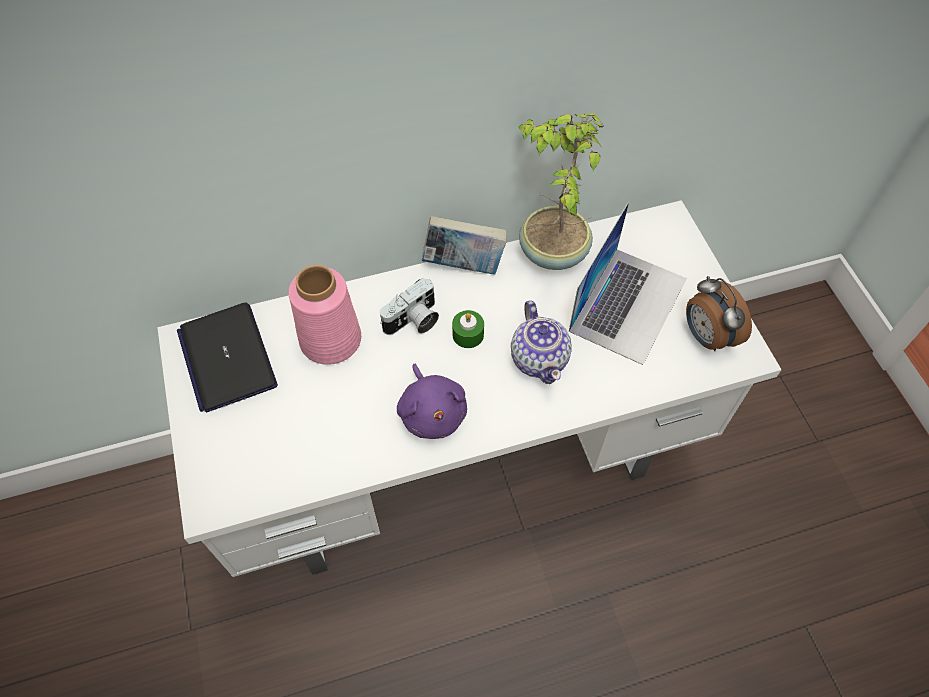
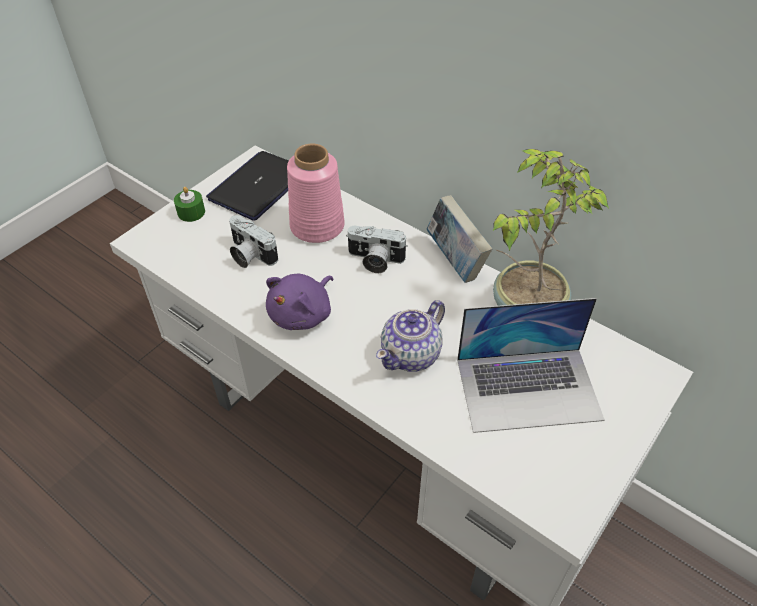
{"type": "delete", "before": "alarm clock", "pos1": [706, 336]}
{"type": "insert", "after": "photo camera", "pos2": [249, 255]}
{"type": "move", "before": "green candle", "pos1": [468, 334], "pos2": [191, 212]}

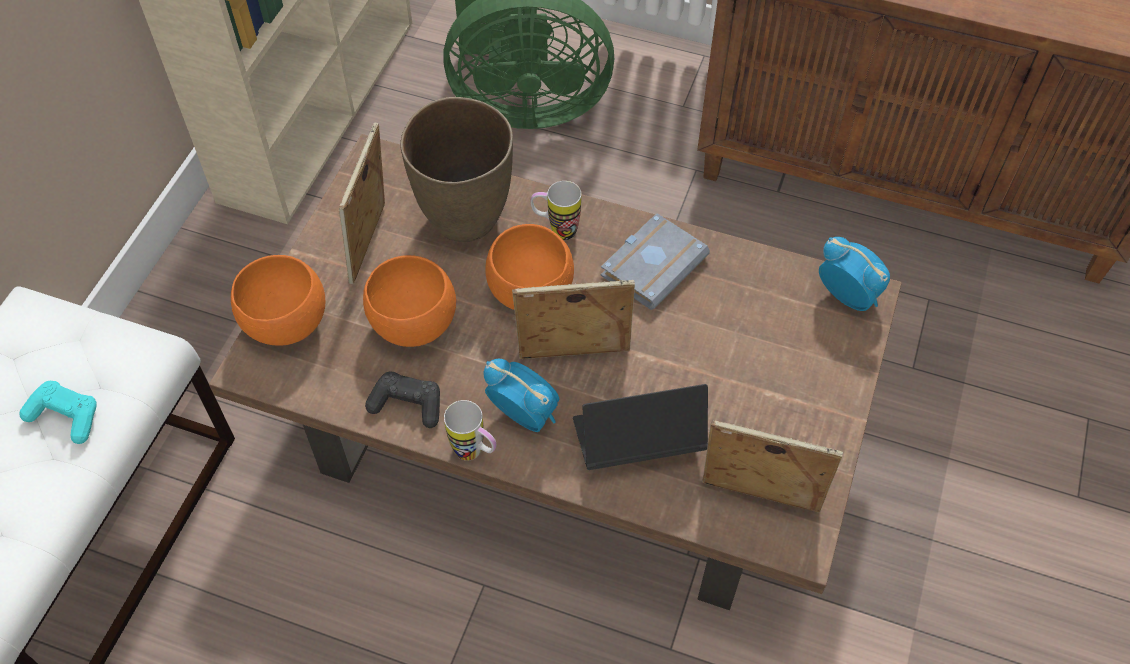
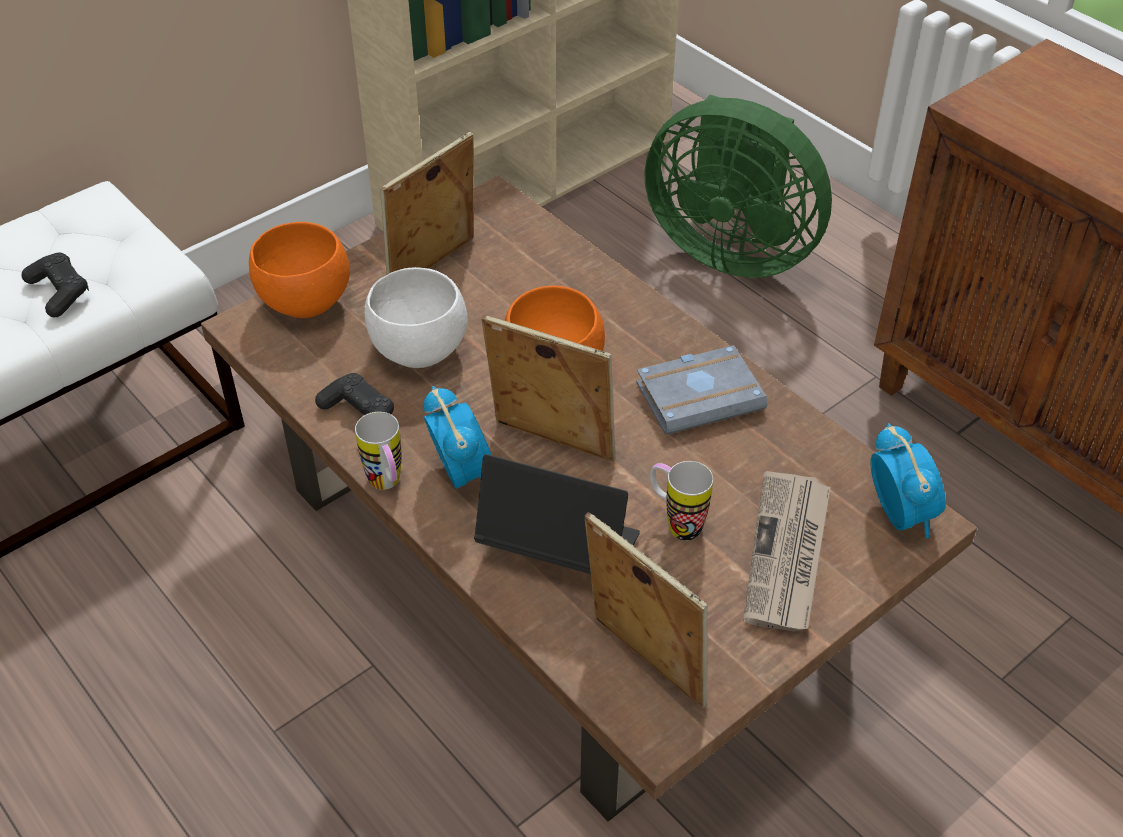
{"type": "delete", "before": "brown vase", "pos1": [466, 221]}
{"type": "insert", "after": "newspaper", "pos2": [787, 555]}
{"type": "move", "before": "mug", "pos1": [556, 230], "pos2": [675, 523]}
{"type": "recolor", "before": "turquoise game controller", "after": "black game controller", "pos1": [66, 416], "pos2": [59, 292]}
{"type": "recolor", "before": "orange bowl", "after": "white bowl", "pos1": [414, 326], "pos2": [418, 352]}

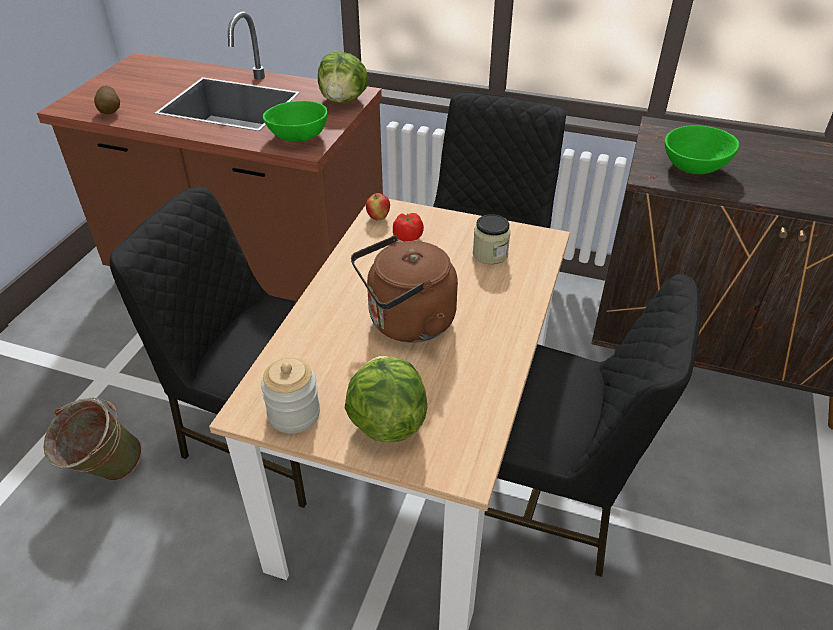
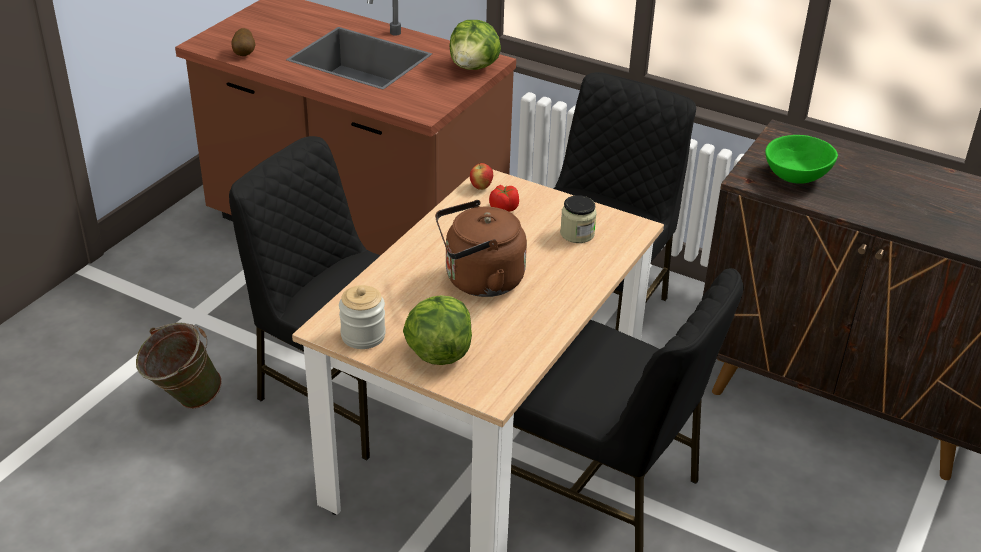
{"type": "delete", "before": "green bowl", "pos1": [299, 137]}

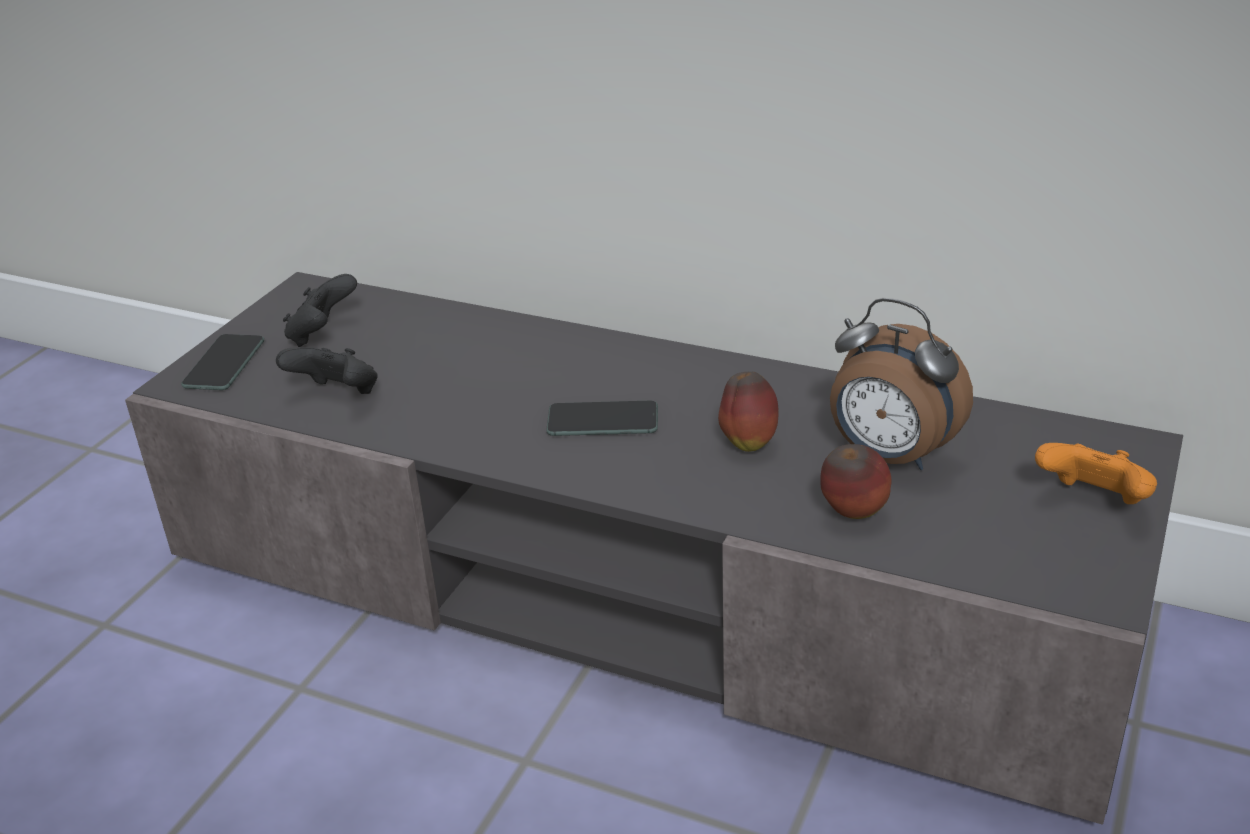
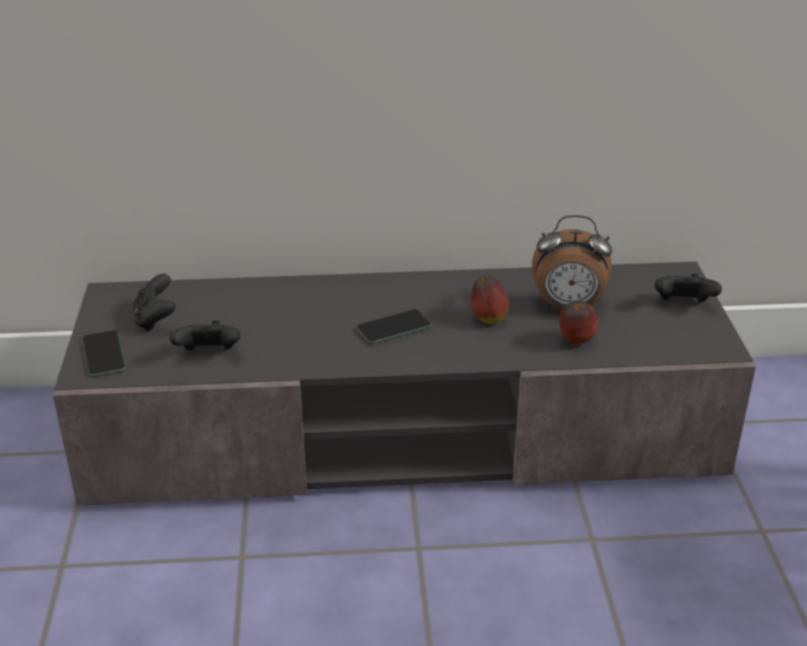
{"type": "recolor", "before": "orange game controller", "after": "black game controller", "pos1": [1093, 502], "pos2": [683, 305]}

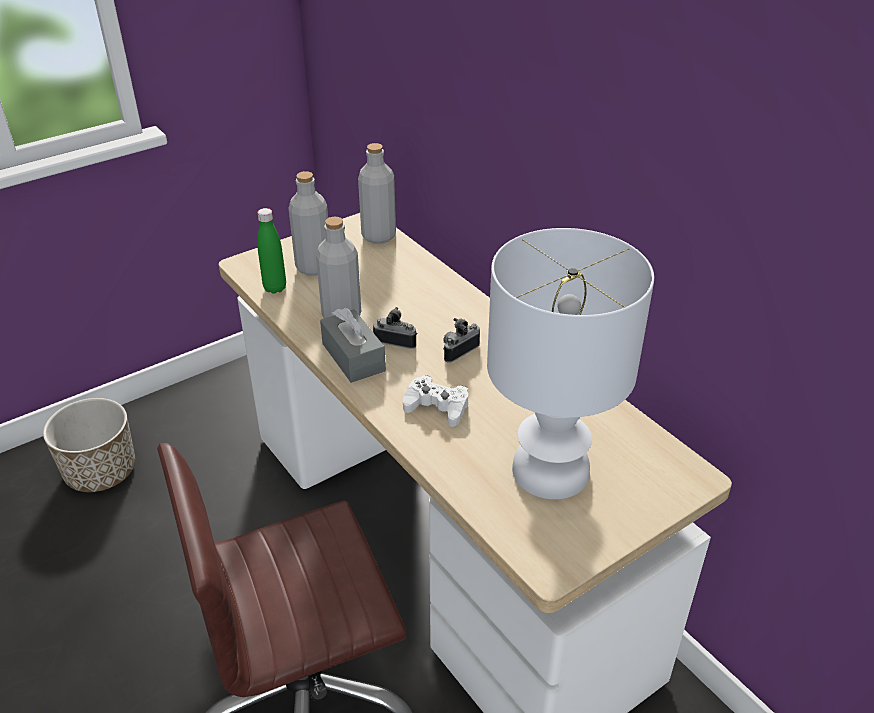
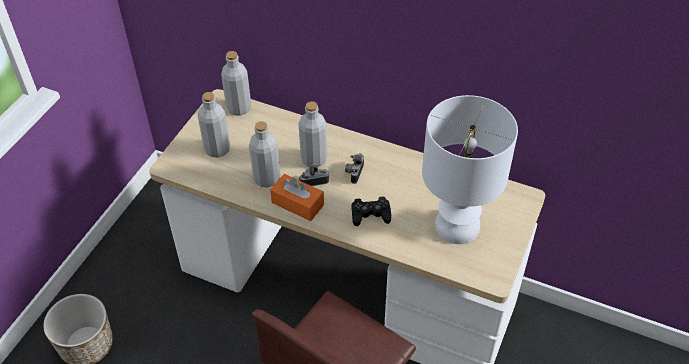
{"type": "delete", "before": "green bottle", "pos1": [275, 288]}
{"type": "insert", "after": "grey bottle", "pos2": [314, 159]}
{"type": "recolor", "before": "grey tissue box", "after": "orange tissue box", "pos1": [353, 357], "pos2": [297, 203]}
{"type": "recolor", "before": "white game controller", "after": "black game controller", "pos1": [437, 406], "pos2": [370, 214]}

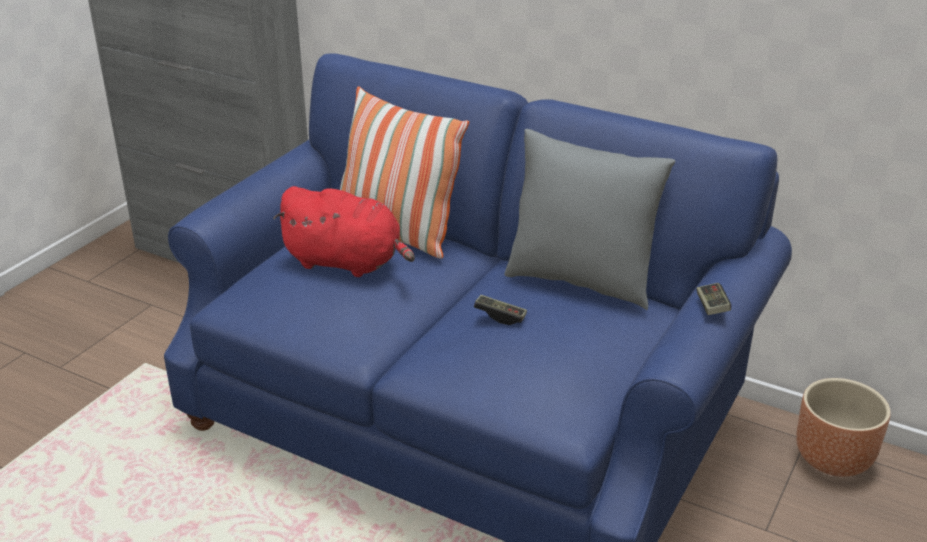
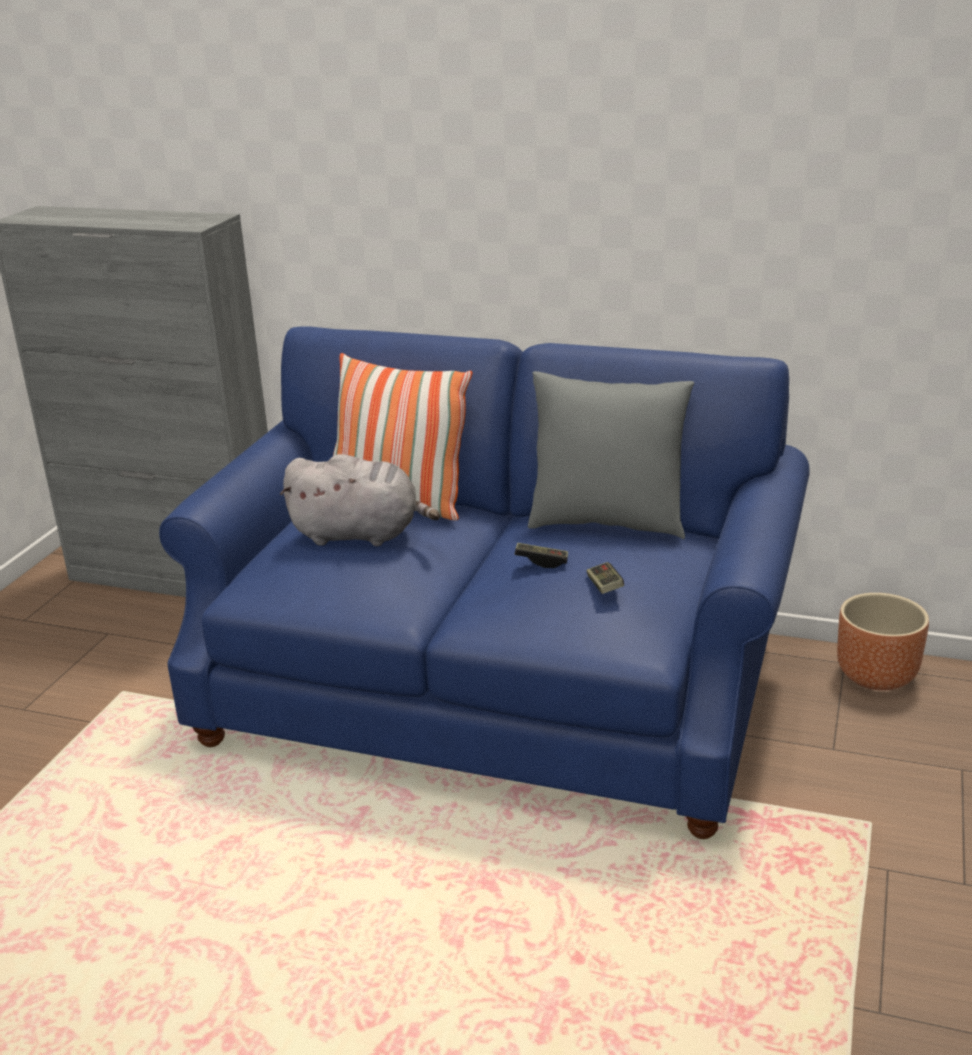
{"type": "move", "before": "game controller", "pos1": [712, 307], "pos2": [604, 586]}
{"type": "recolor", "before": "red plush toy", "after": "grey plush toy", "pos1": [347, 263], "pos2": [360, 535]}

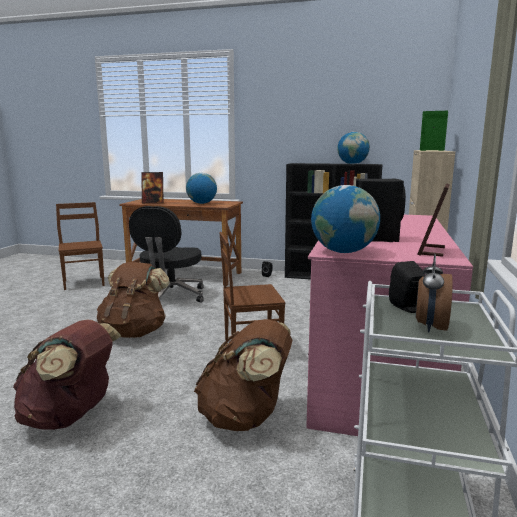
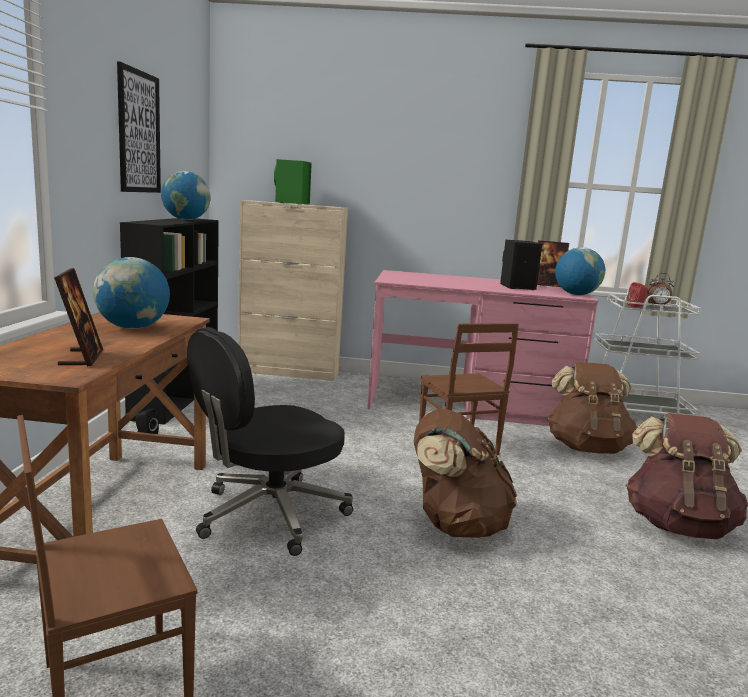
{"type": "insert", "after": "picture", "pos2": [139, 132]}
{"type": "recolor", "before": "black speaker", "after": "red speaker", "pos1": [407, 308], "pos2": [636, 306]}
{"type": "rotate", "before": "black office chair", "pos1": [170, 296], "pos2": [269, 515], "turn": 135}

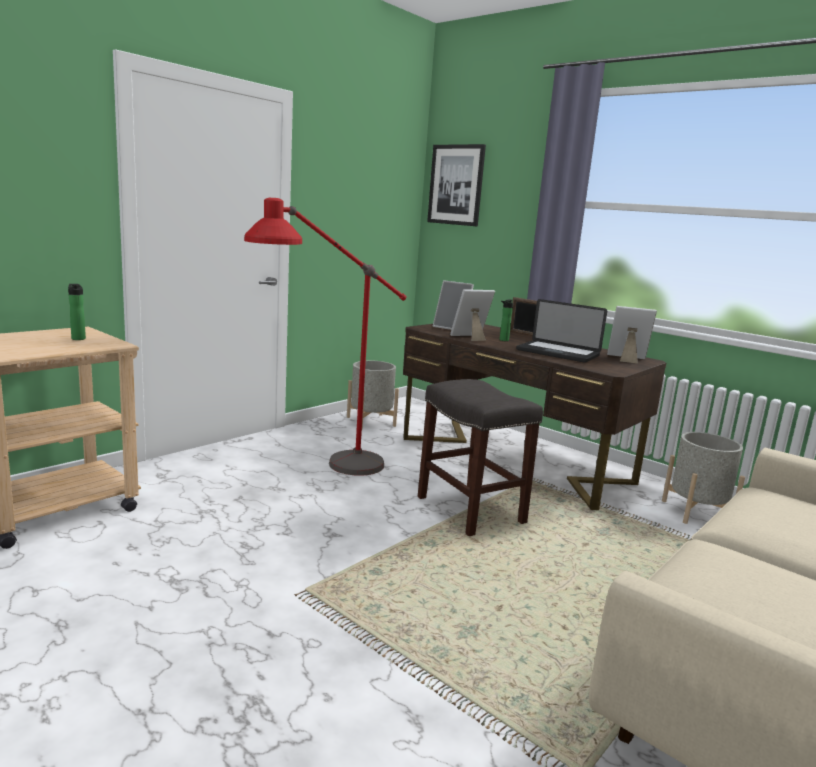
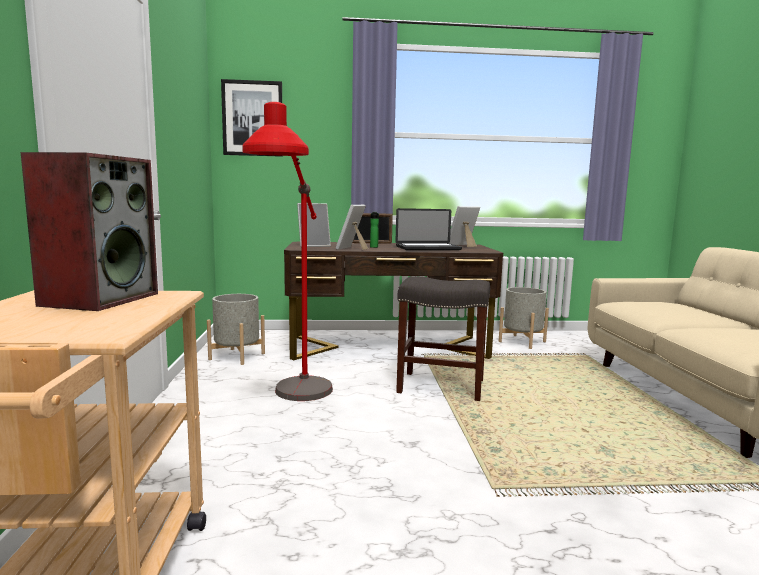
{"type": "replace", "before": "bottle", "after": "speaker", "pos1": [78, 338], "pos2": [100, 299]}

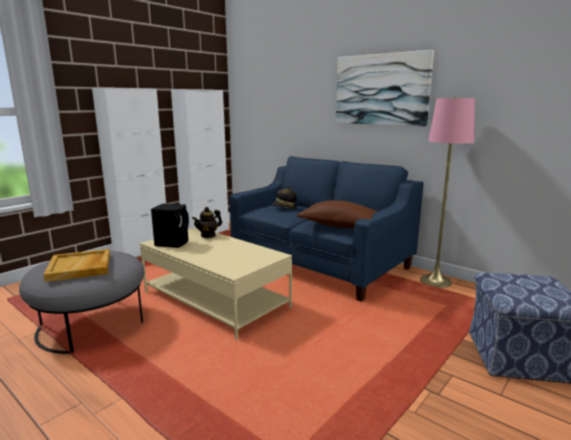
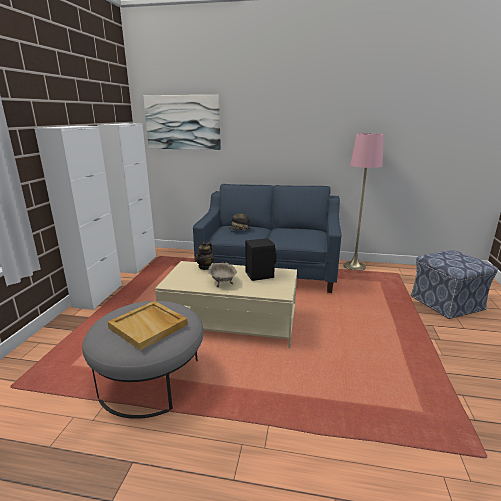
{"type": "delete", "before": "brown pillow", "pos1": [339, 226]}
{"type": "insert", "after": "beige bowl", "pos2": [222, 282]}
{"type": "move", "before": "black speaker", "pos1": [172, 243], "pos2": [259, 274]}
{"type": "move", "before": "picture", "pos1": [381, 89], "pos2": [183, 122]}

